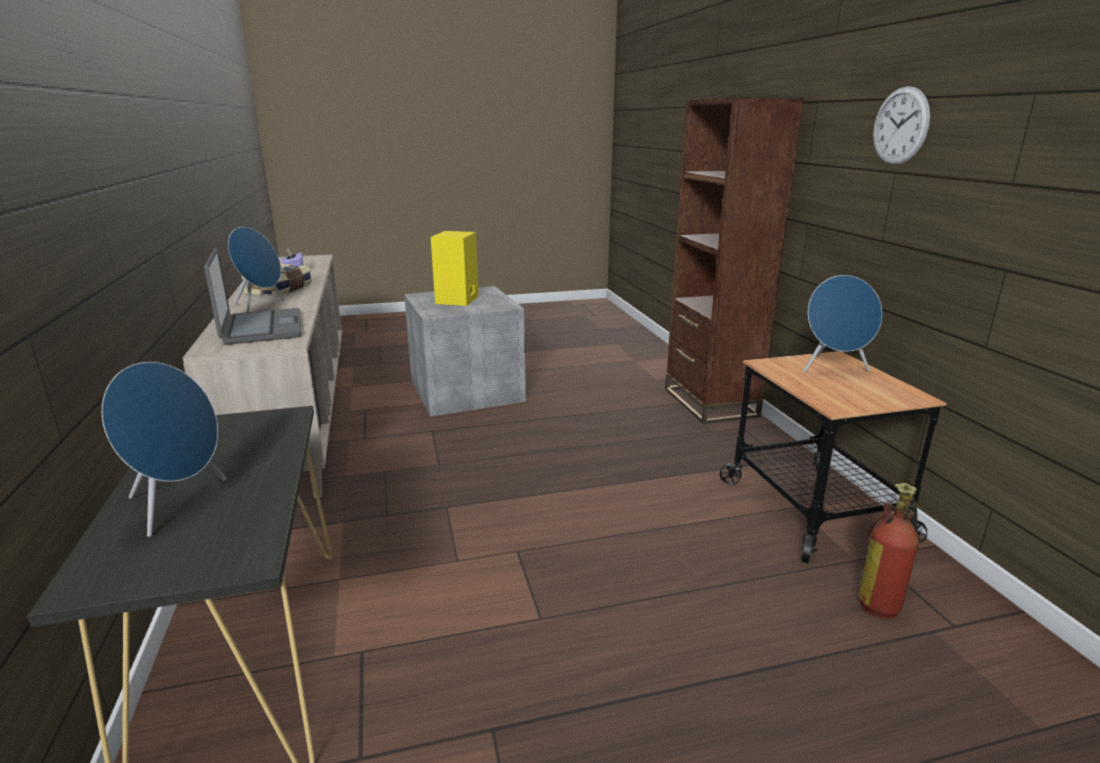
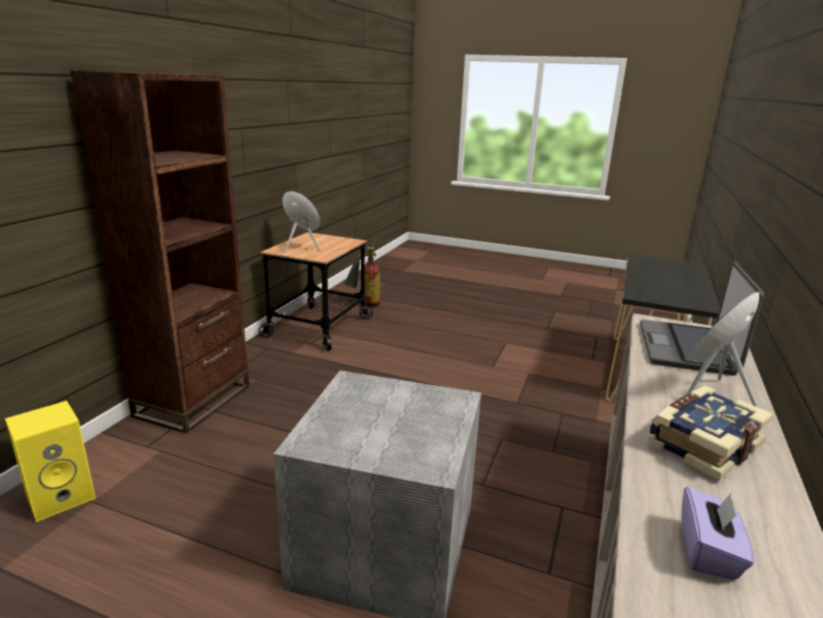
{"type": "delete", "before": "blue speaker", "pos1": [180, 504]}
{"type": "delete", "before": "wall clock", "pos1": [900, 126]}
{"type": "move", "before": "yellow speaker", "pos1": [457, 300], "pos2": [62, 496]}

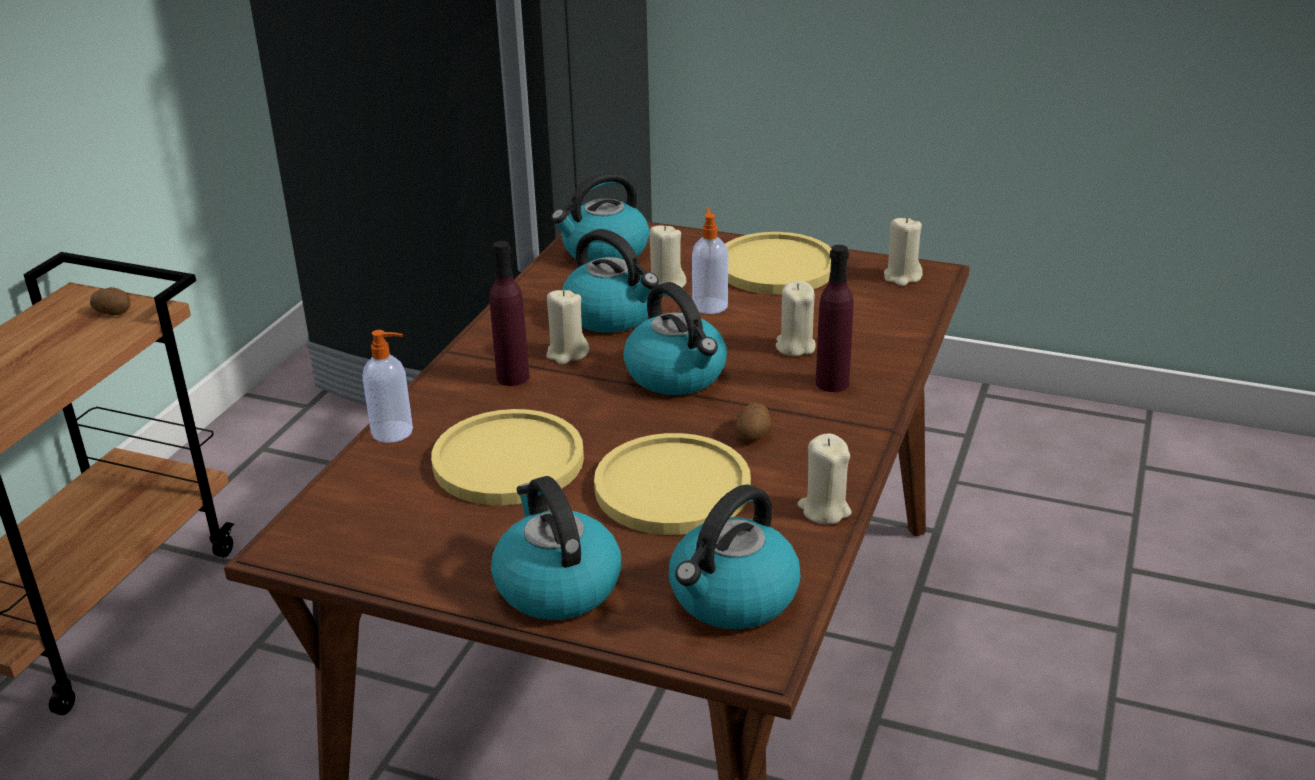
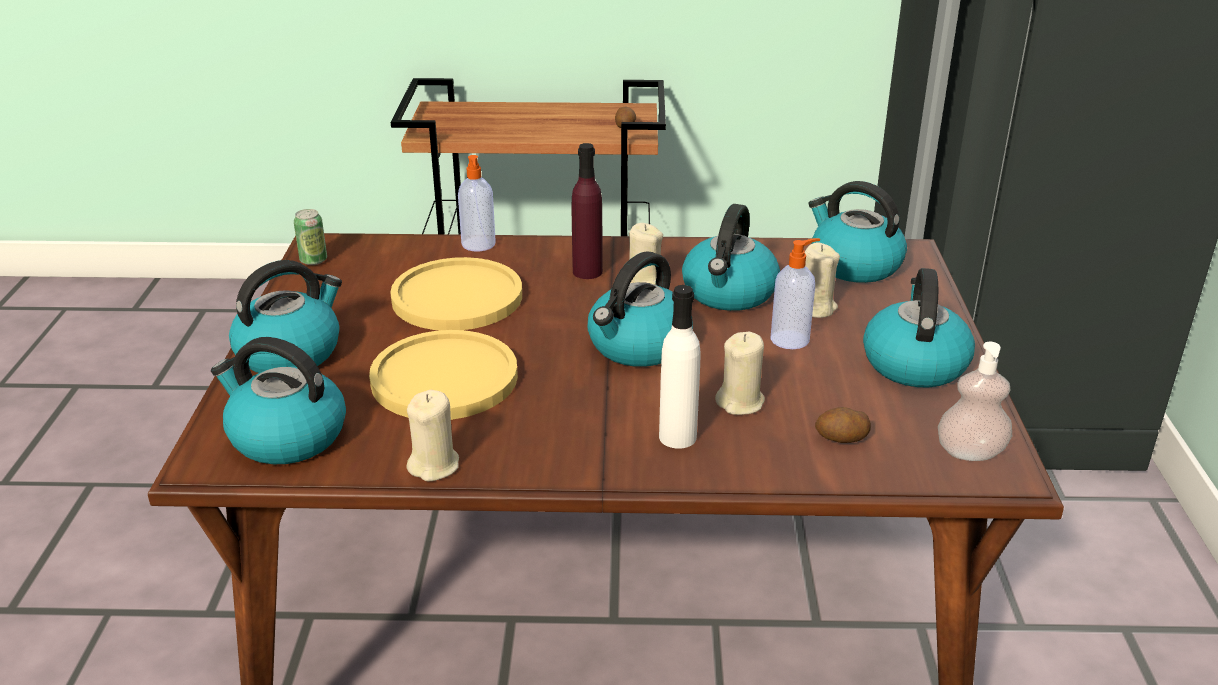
{"type": "insert", "after": "can", "pos2": [313, 260]}
{"type": "move", "before": "potato", "pos1": [753, 434], "pos2": [842, 439]}
{"type": "replace", "before": "yellow plate", "after": "kettle", "pos1": [776, 266], "pos2": [914, 363]}
{"type": "replace", "before": "beige candle", "after": "soap dispenser", "pos1": [902, 277], "pos2": [970, 452]}
{"type": "recolor", "before": "purple bottle", "after": "white bottle", "pos1": [832, 383], "pos2": [677, 437]}

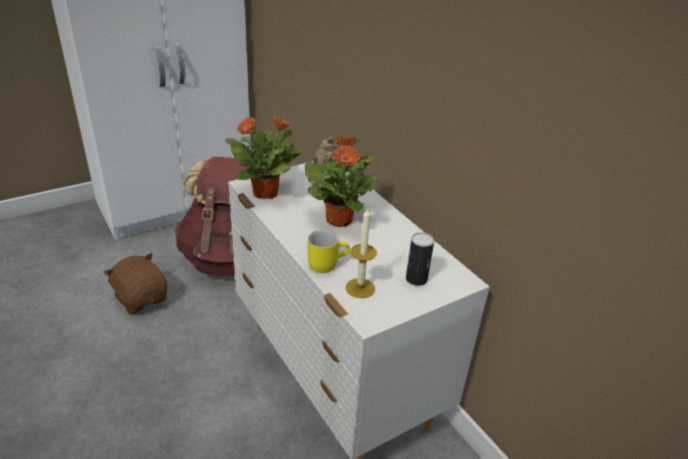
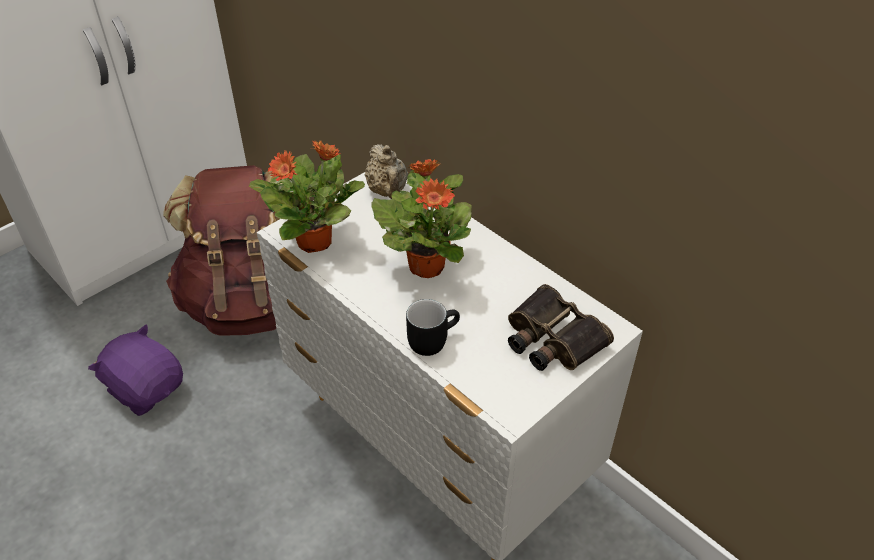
{"type": "delete", "before": "candle", "pos1": [360, 288]}
{"type": "replace", "before": "can", "after": "binoculars", "pos1": [416, 279], "pos2": [551, 339]}
{"type": "recolor", "before": "brown plush toy", "after": "purple plush toy", "pos1": [141, 298], "pos2": [147, 388]}
{"type": "recolor", "before": "yellow mug", "after": "black mug", "pos1": [326, 263], "pos2": [431, 338]}

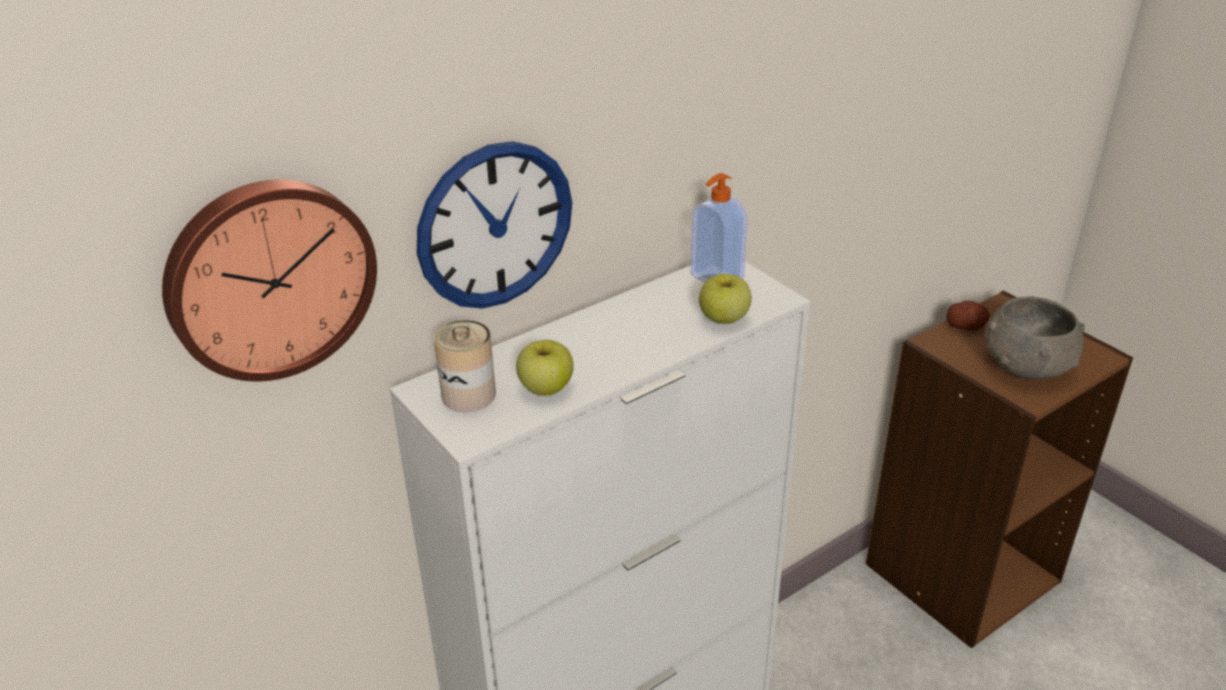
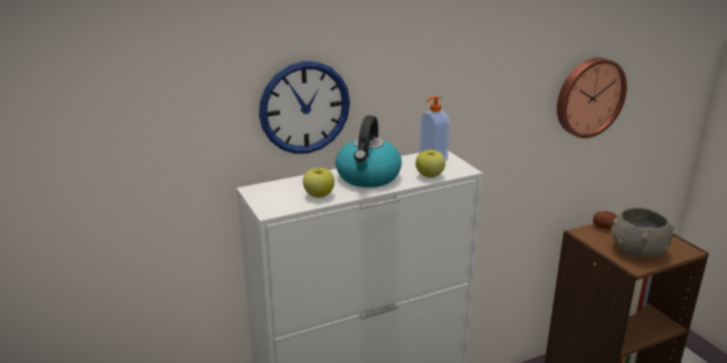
{"type": "delete", "before": "can", "pos1": [468, 395]}
{"type": "insert", "after": "kettle", "pos2": [368, 177]}
{"type": "move", "before": "wall clock", "pos1": [269, 277], "pos2": [588, 97]}

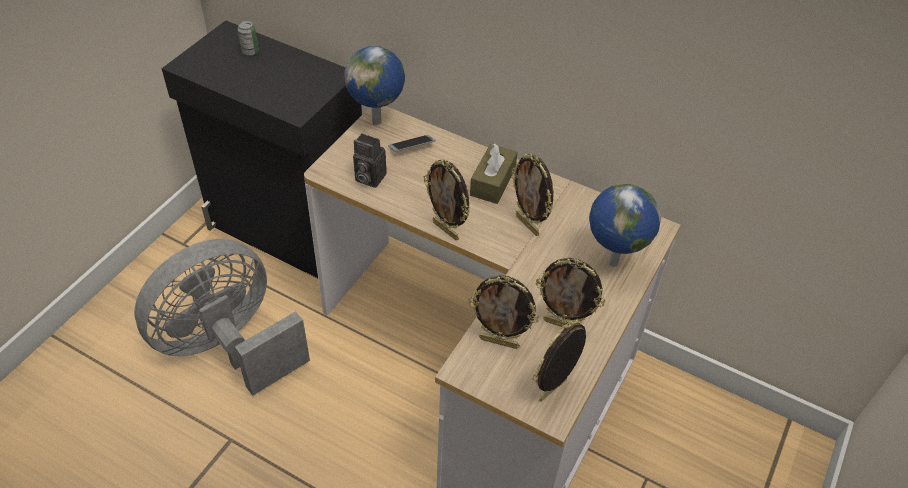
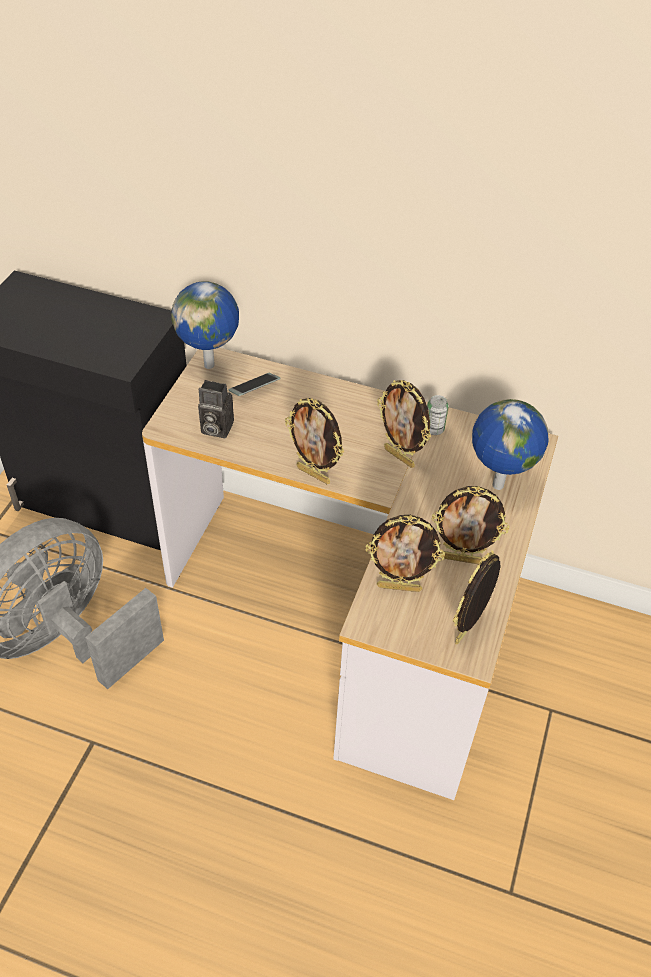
{"type": "delete", "before": "brown tissue box", "pos1": [493, 182]}
{"type": "move", "before": "can", "pos1": [250, 51], "pos2": [433, 429]}

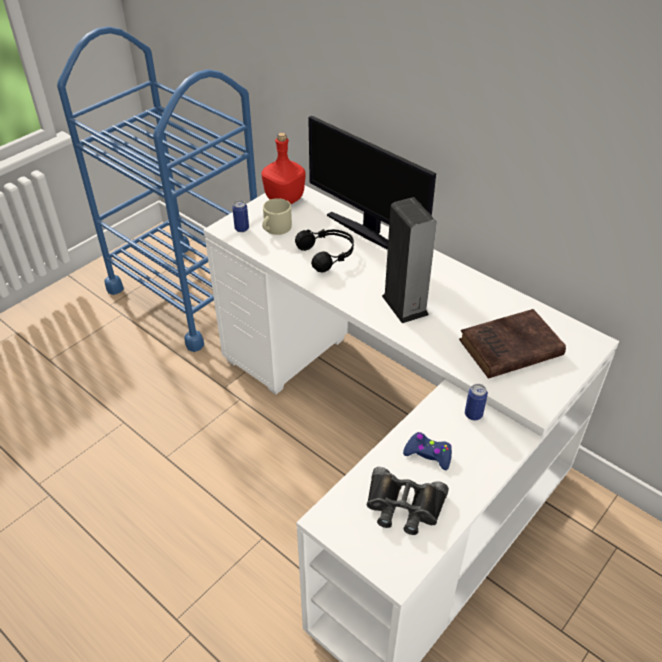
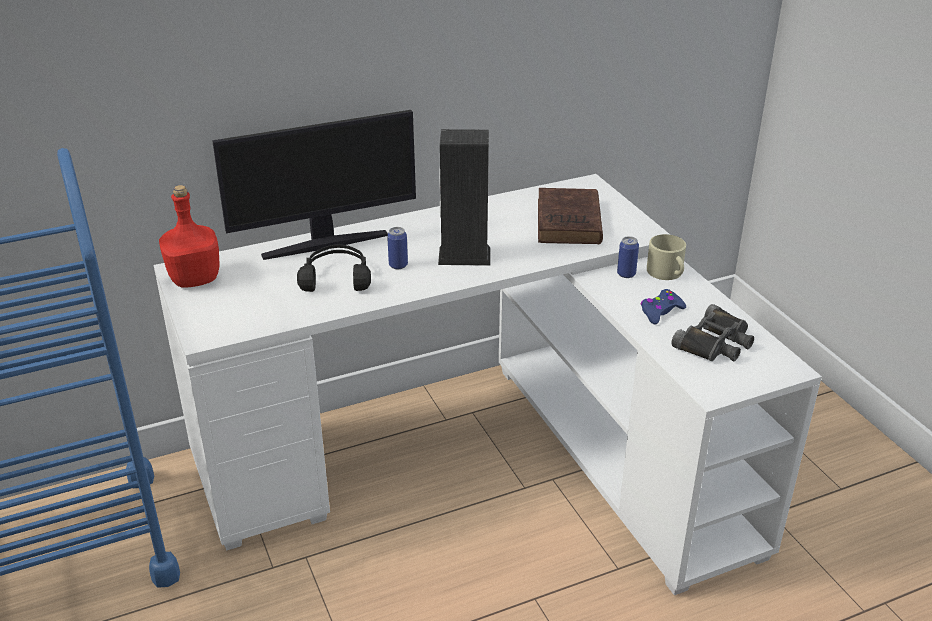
{"type": "move", "before": "can", "pos1": [242, 228], "pos2": [398, 265]}
{"type": "move", "before": "beige mug", "pos1": [275, 228], "pos2": [667, 273]}

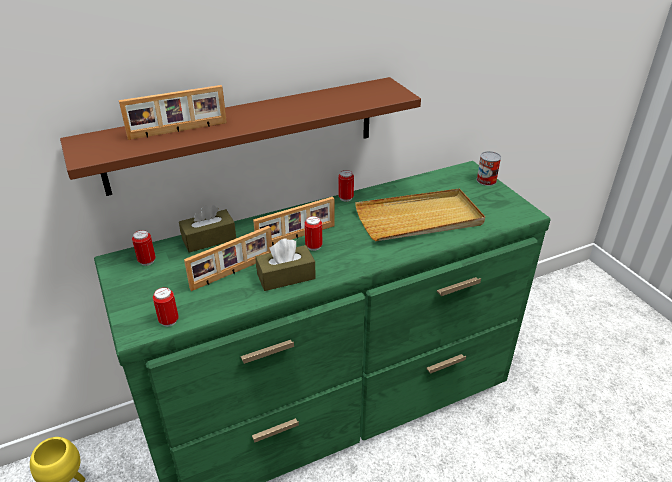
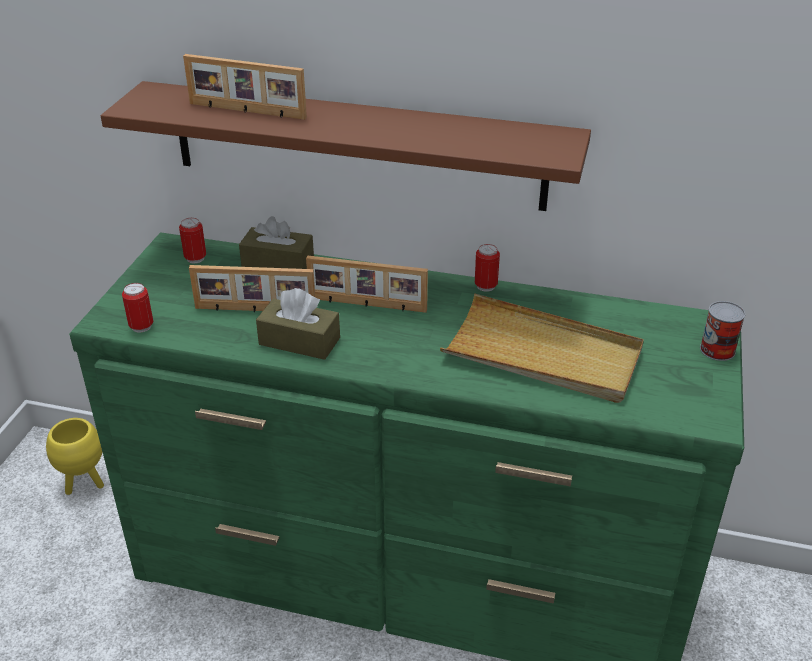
{"type": "delete", "before": "can", "pos1": [313, 246]}

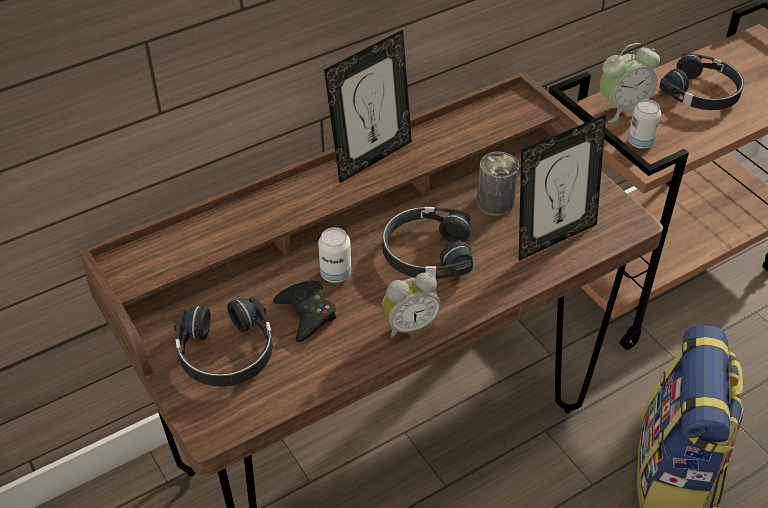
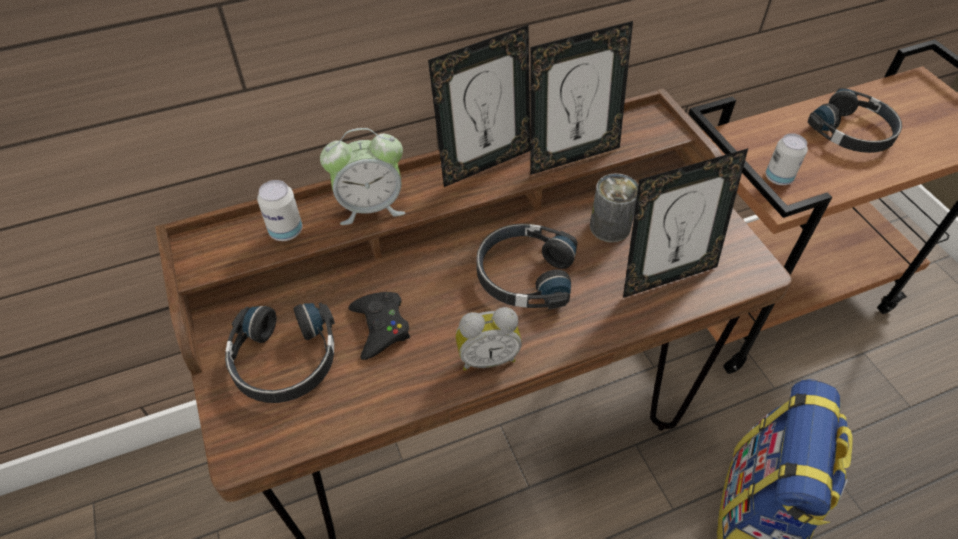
{"type": "insert", "after": "picture frame", "pos2": [571, 155]}
{"type": "move", "before": "can", "pos1": [335, 274], "pos2": [286, 231]}
{"type": "move", "before": "alarm clock", "pos1": [623, 108], "pos2": [370, 206]}

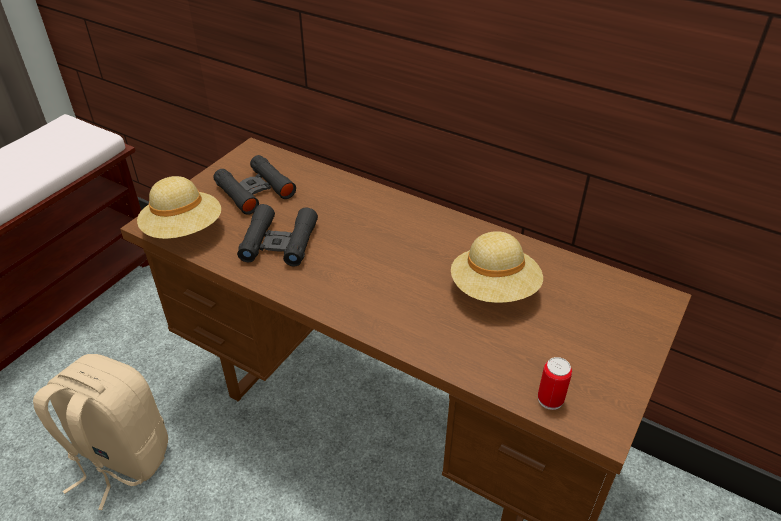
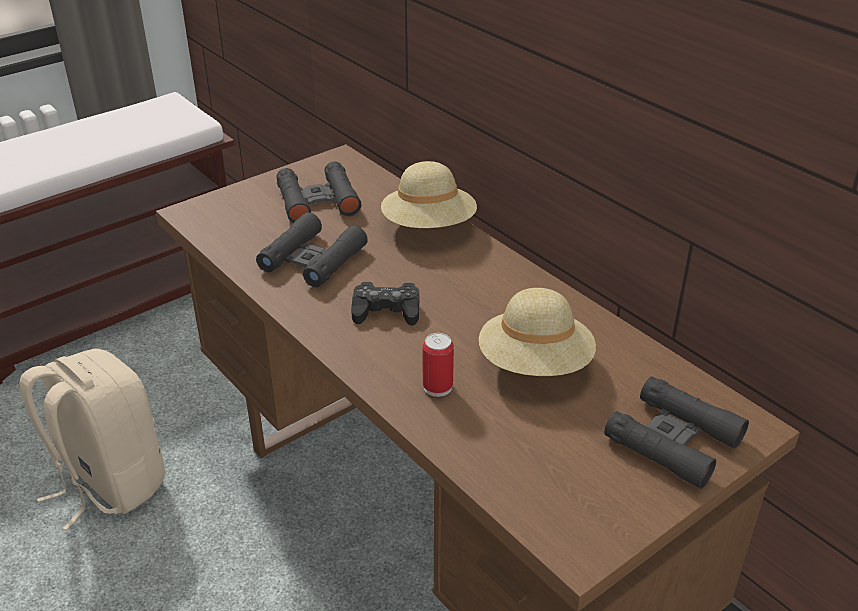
{"type": "insert", "after": "black game controller", "pos2": [386, 311]}
{"type": "insert", "after": "black binoculars", "pos2": [673, 440]}
{"type": "move", "before": "beige hat", "pos1": [184, 230], "pos2": [429, 227]}
{"type": "move", "before": "can", "pos1": [550, 399], "pos2": [437, 387]}

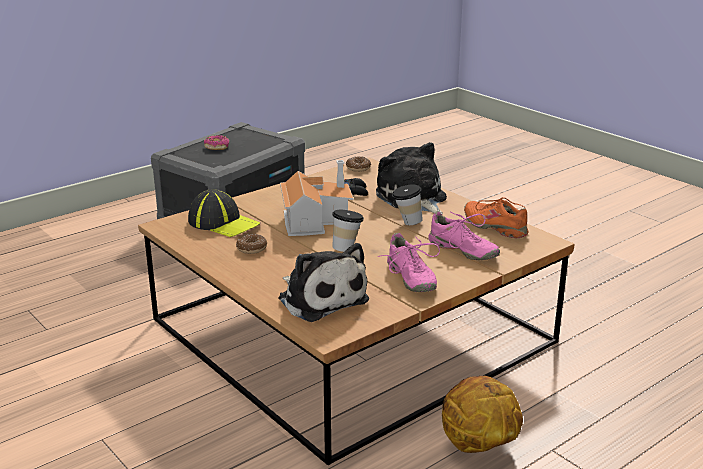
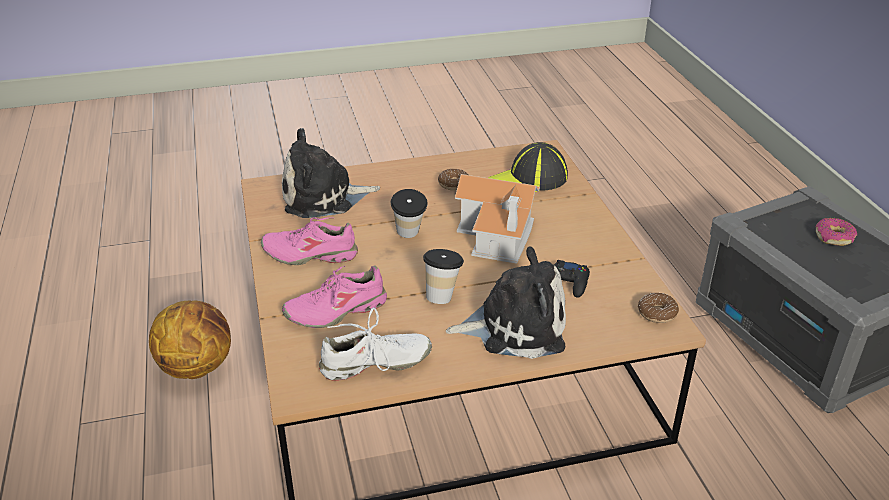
{"type": "recolor", "before": "orange shoe", "after": "white shoe", "pos1": [495, 226], "pos2": [375, 364]}

